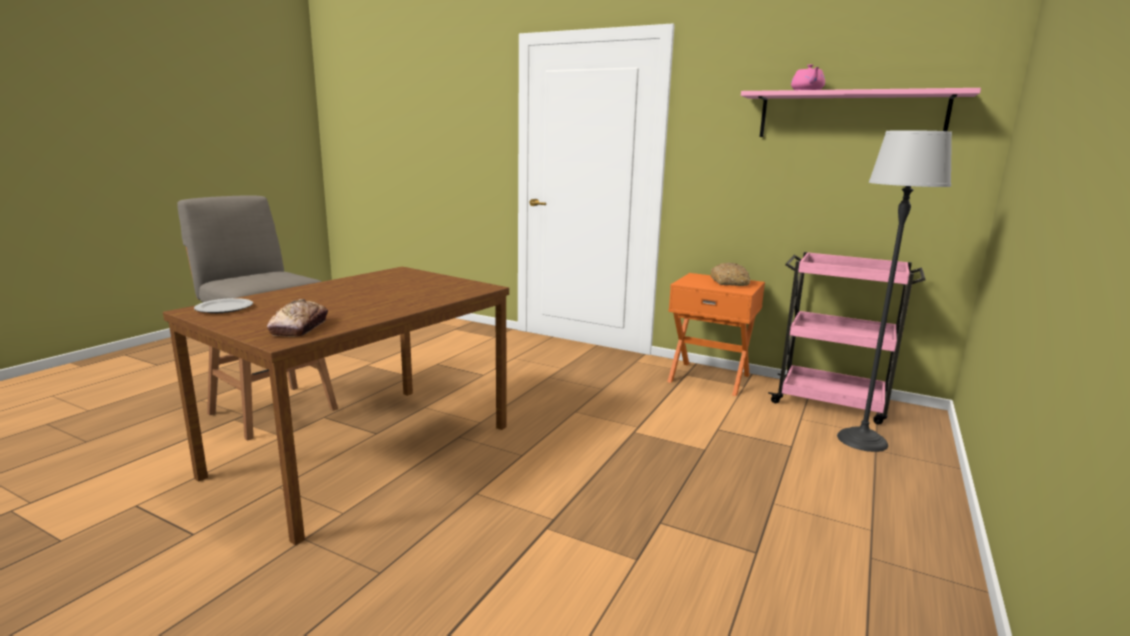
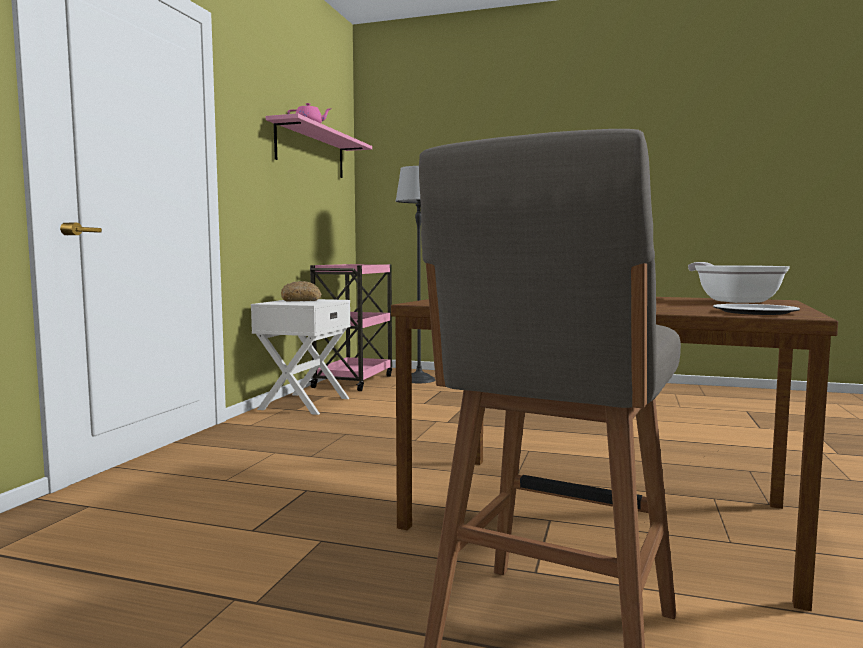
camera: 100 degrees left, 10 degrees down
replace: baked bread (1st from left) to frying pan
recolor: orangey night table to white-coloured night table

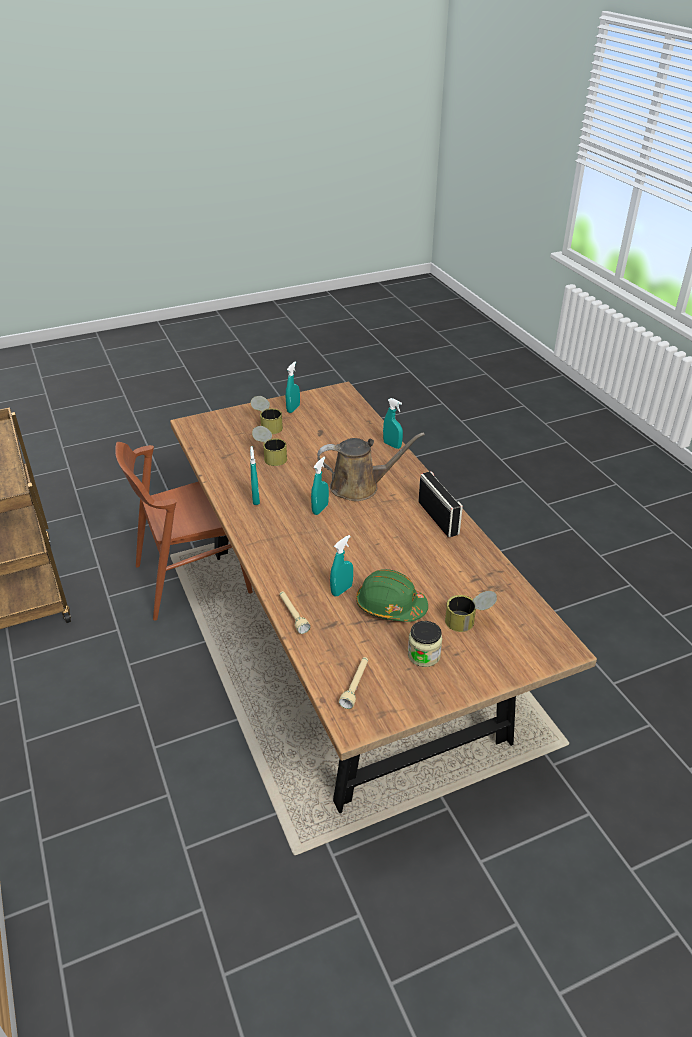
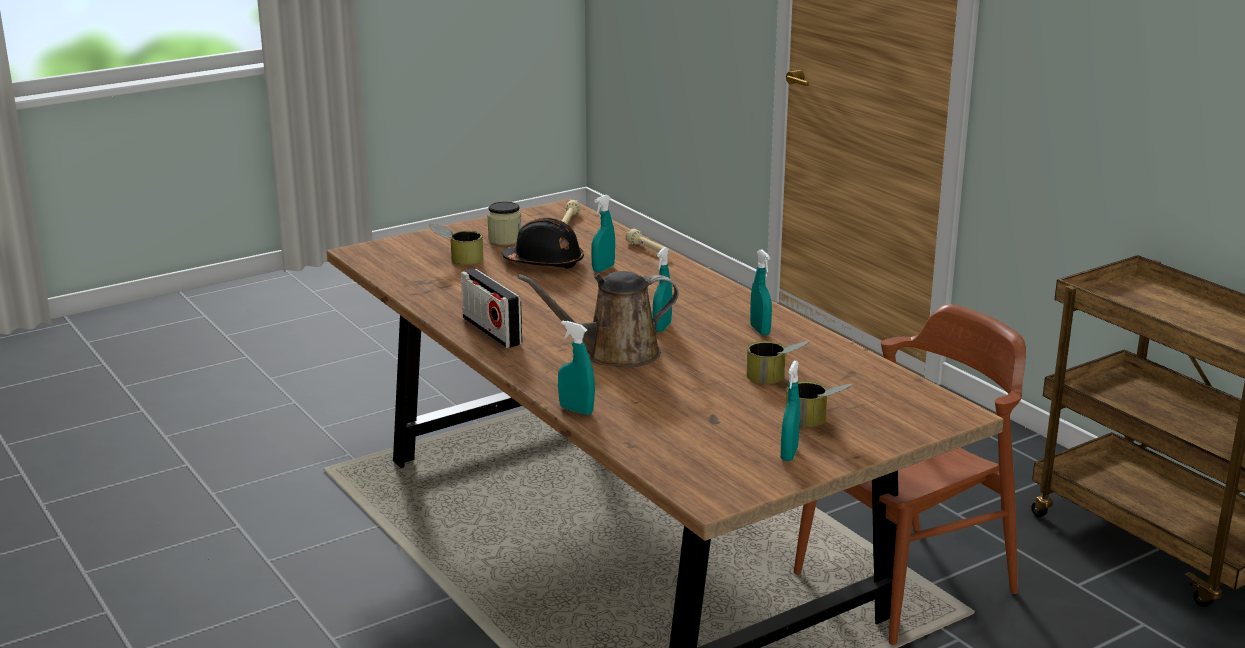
camera: 170 degrees right, 15 degrees down
recolor: greenish work helmet to black work helmet

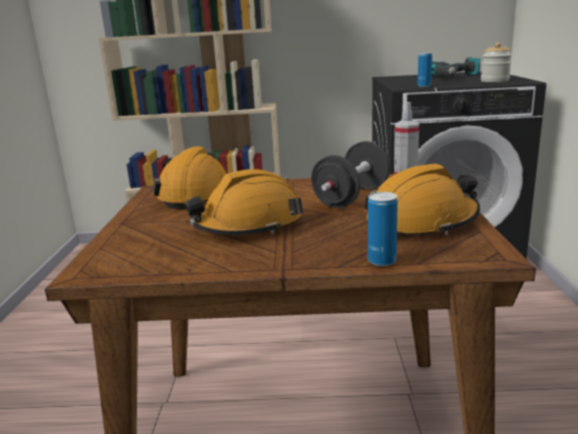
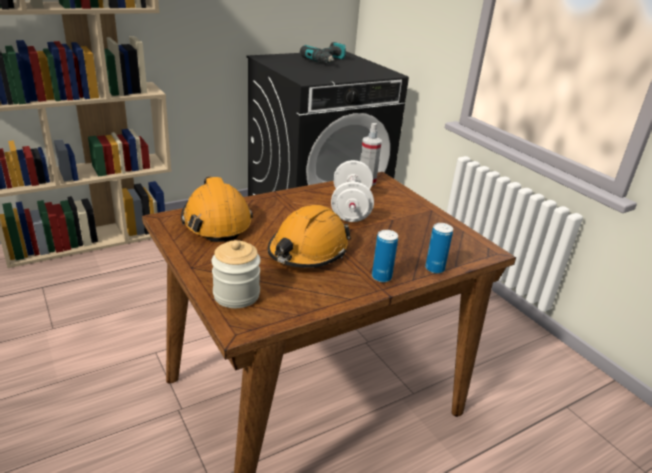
camera: 35 degrees left, 10 degrees up
delete: orangey work helmet (3rd from left)
move: sealed can (2nd from left in the first image) to sealed can (1st from left); jar
recolor: black dumbbell to white-coloured dumbbell

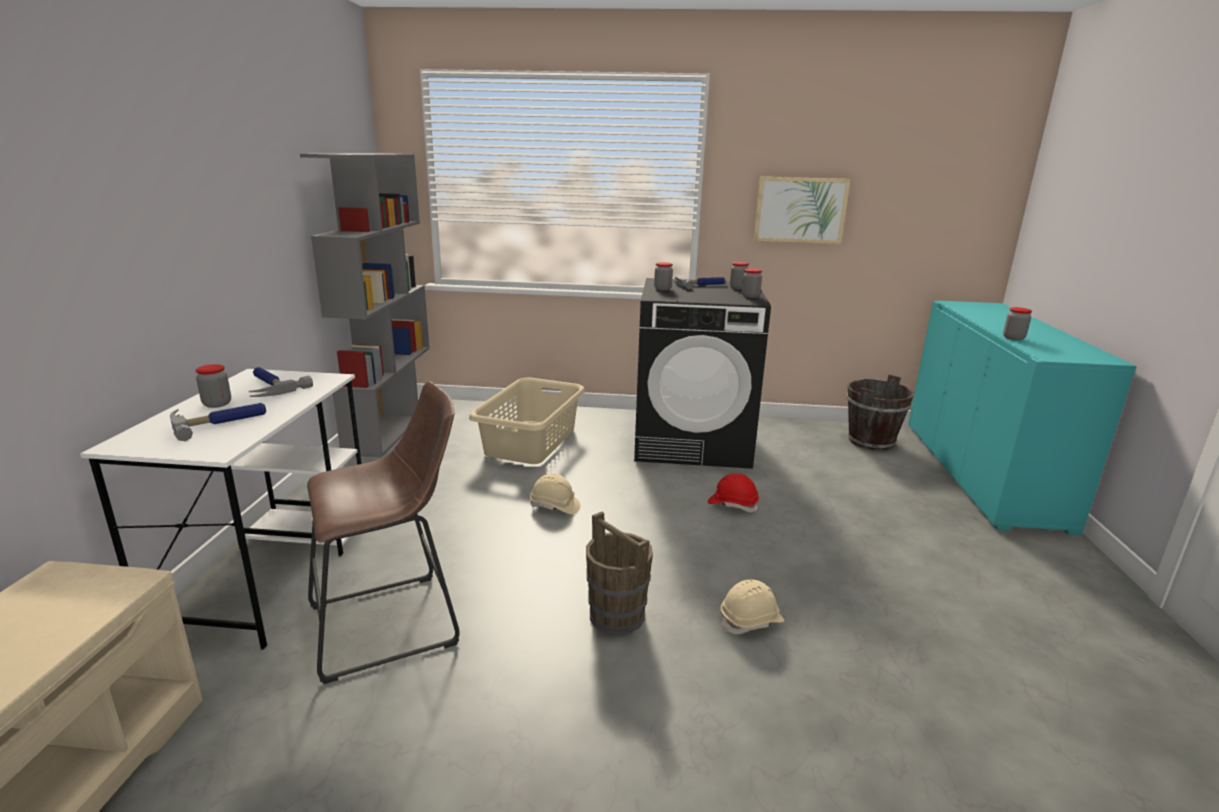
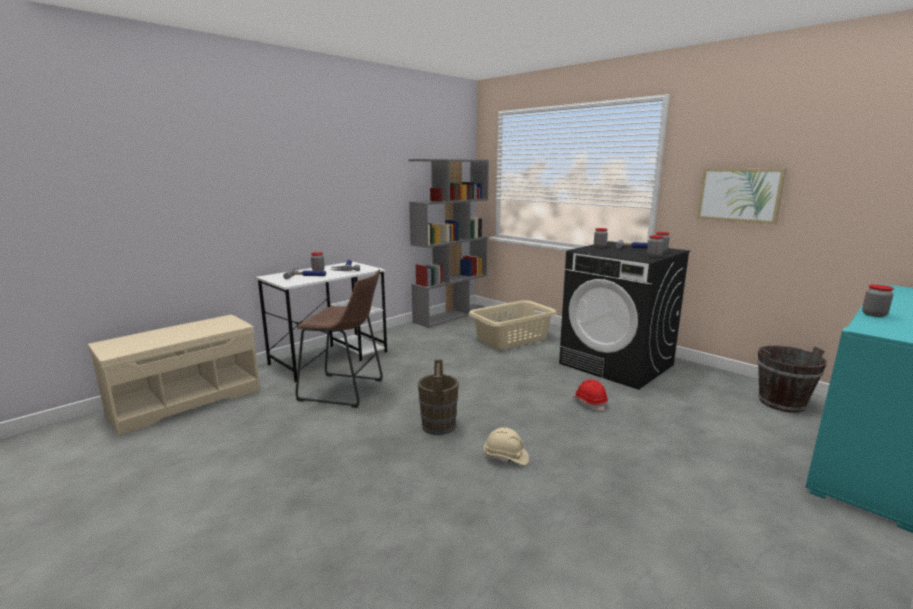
camera: 40 degrees right, 5 degrees down
delete: beige work helmet (1st from left)

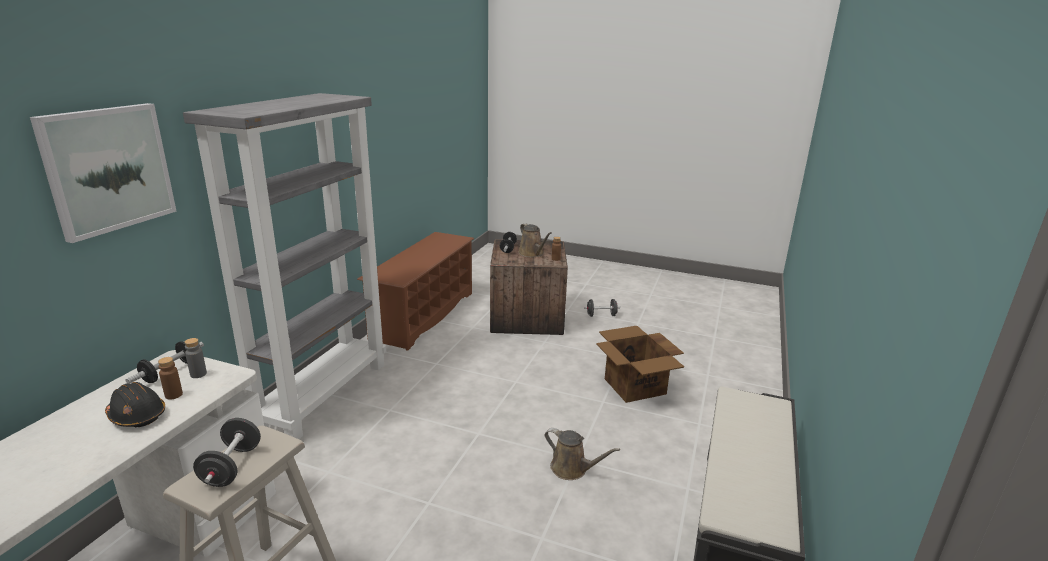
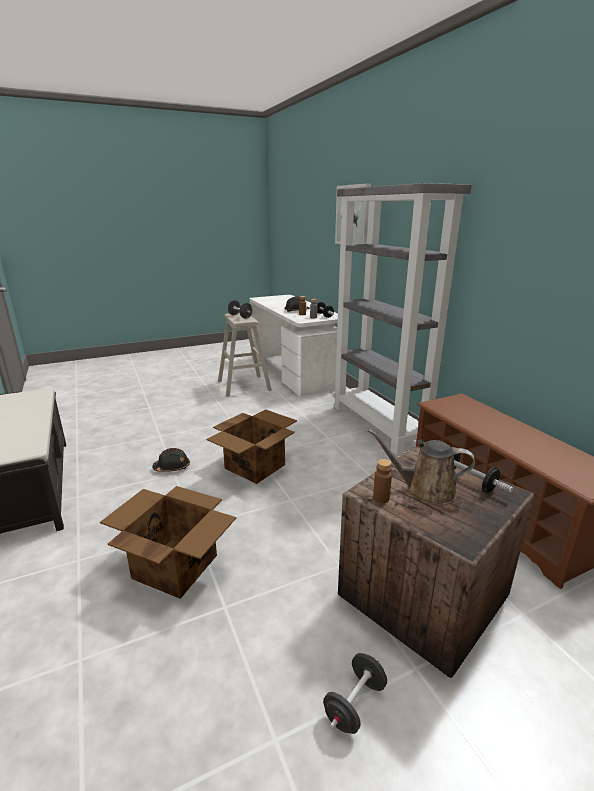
camera: 135 degrees right, 0 degrees up
insert: packing box (2nd from left)
replace: brown-coloured watering pot (2nd from left) to black work helmet (1st from left)

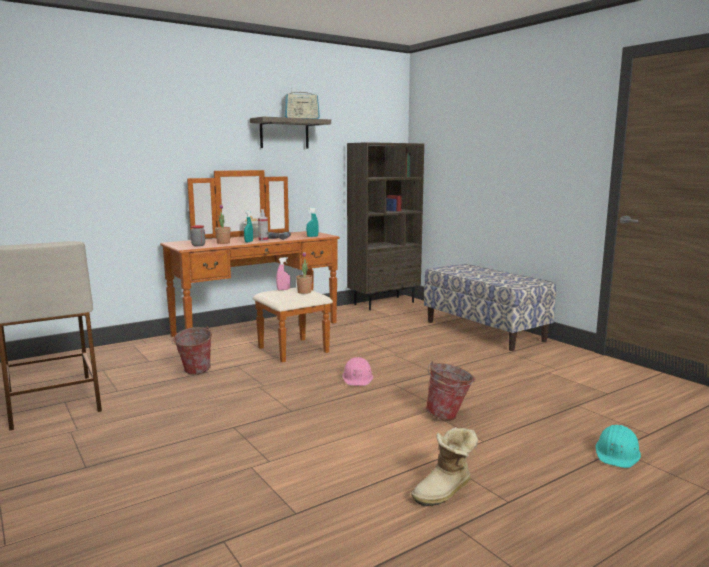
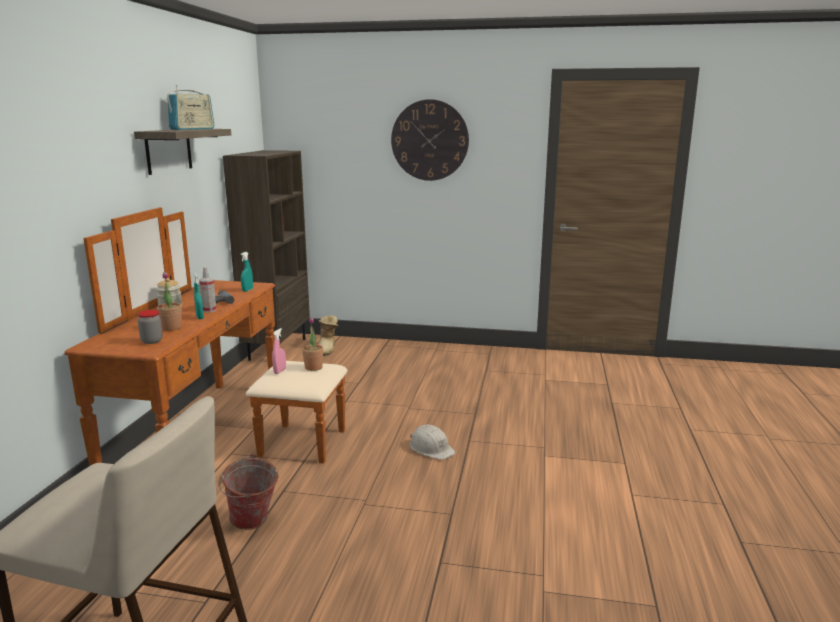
camera: 45 degrees left, 5 degrees up
delete: indoor bench; pail (2nd from left); turquoise work helmet
insert: hanging clock
move: boot
recolor: pink-coloured work helmet to white-coloured work helmet

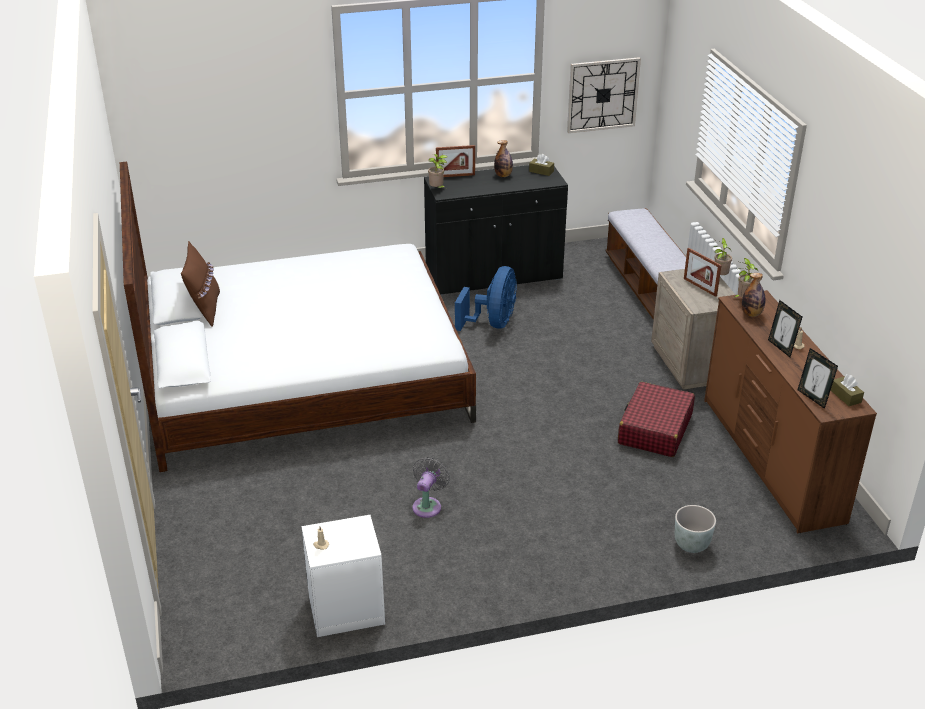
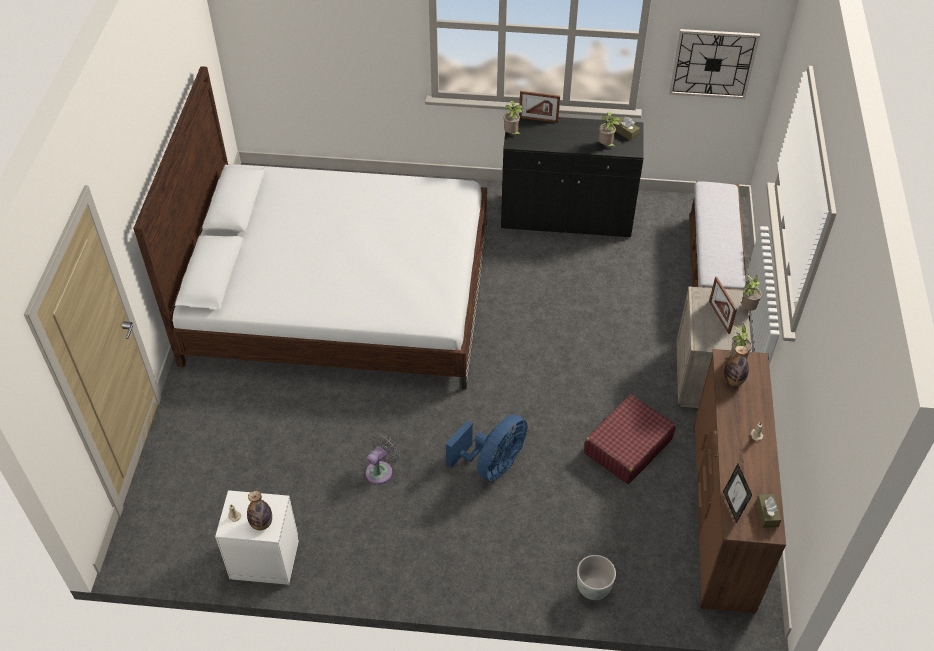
camera: 20 degrees right, 15 degrees up
delete: brown-coloured pillow; photo frame (3rd from left)
insert: houseplant (2nd from left)
move: bluish fan; bottle (1st from left)

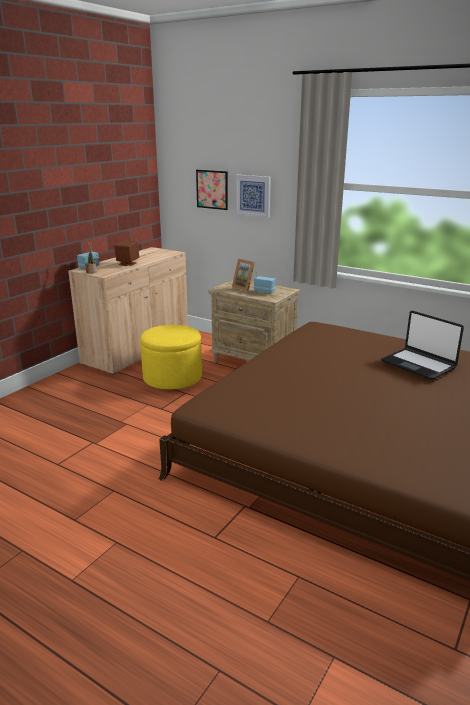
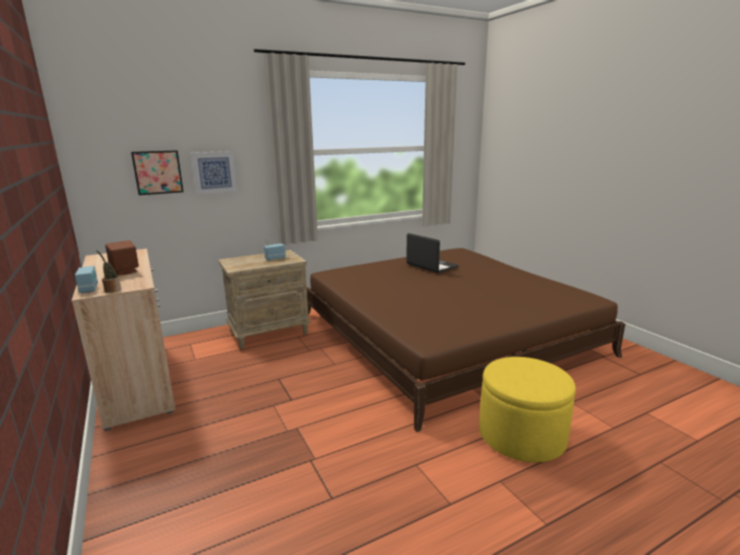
camera: 60 degrees left, 5 degrees down
delete: photo frame
move: yellow-coloured ottoman
rotate: portable computer 120 degrees counterclockwise

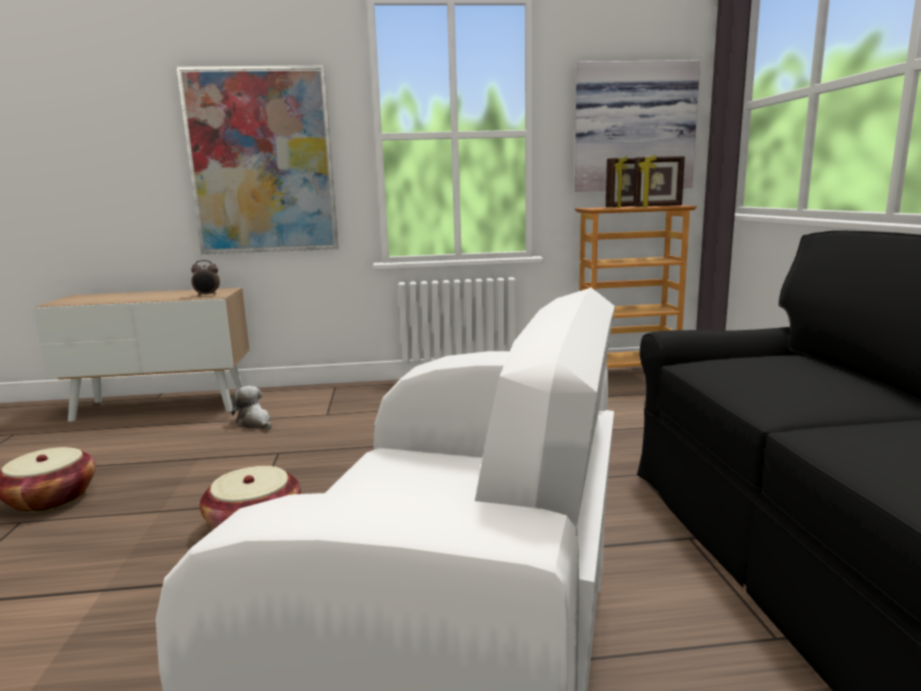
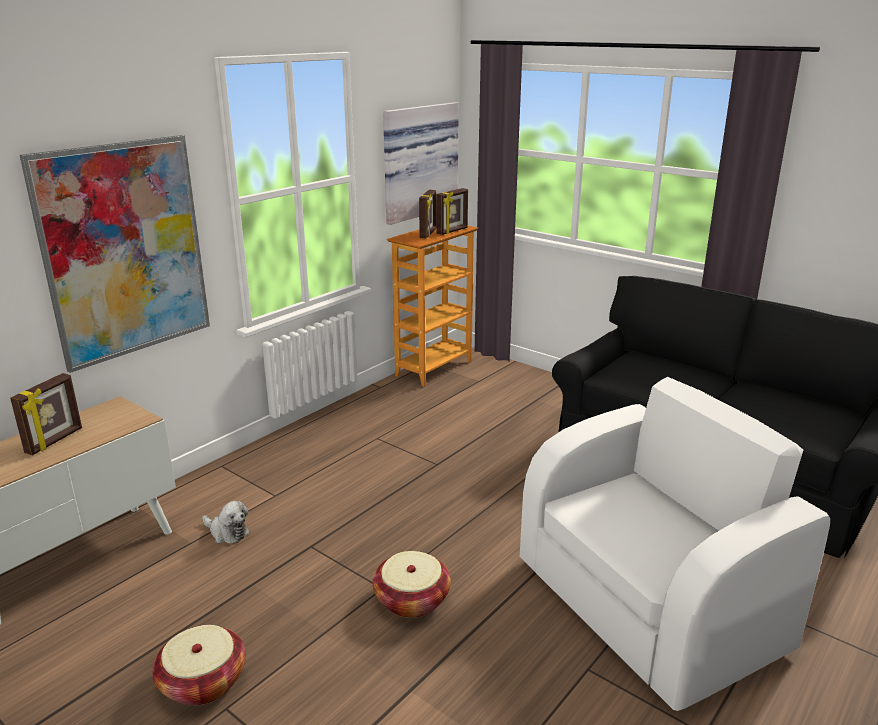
camera: 45 degrees left, 10 degrees up
delete: table clock
insert: photo frame (1st from left)
rotate: cuddly toy 150 degrees counterclockwise

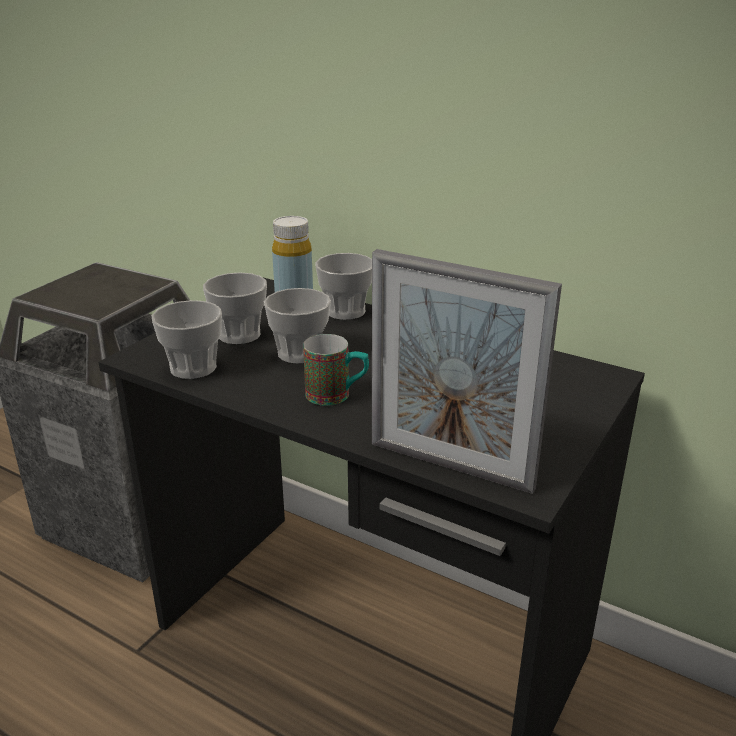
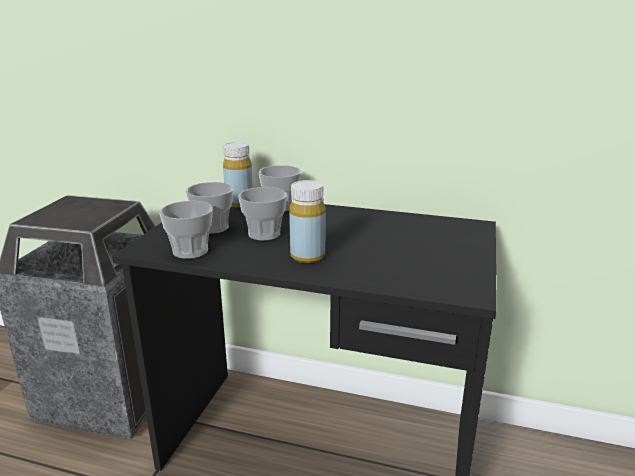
camera: 15 degrees left, 5 degrees down
delete: photo frame
replace: tea mug to yellow-coloured bottle (2nd from left)

